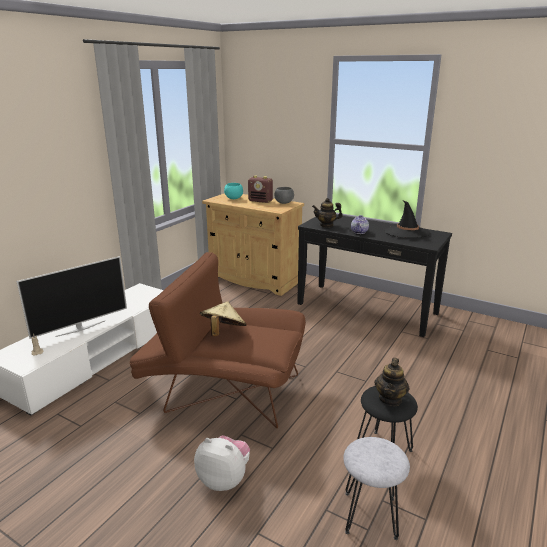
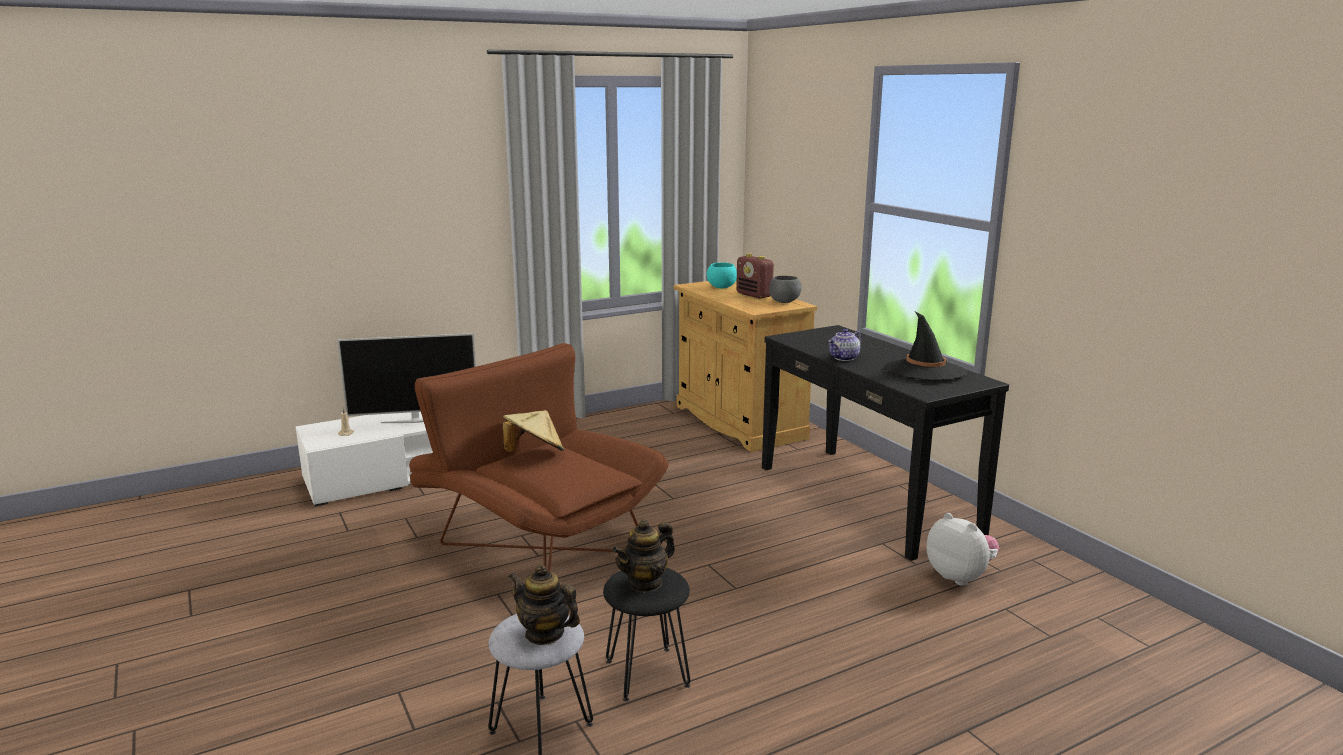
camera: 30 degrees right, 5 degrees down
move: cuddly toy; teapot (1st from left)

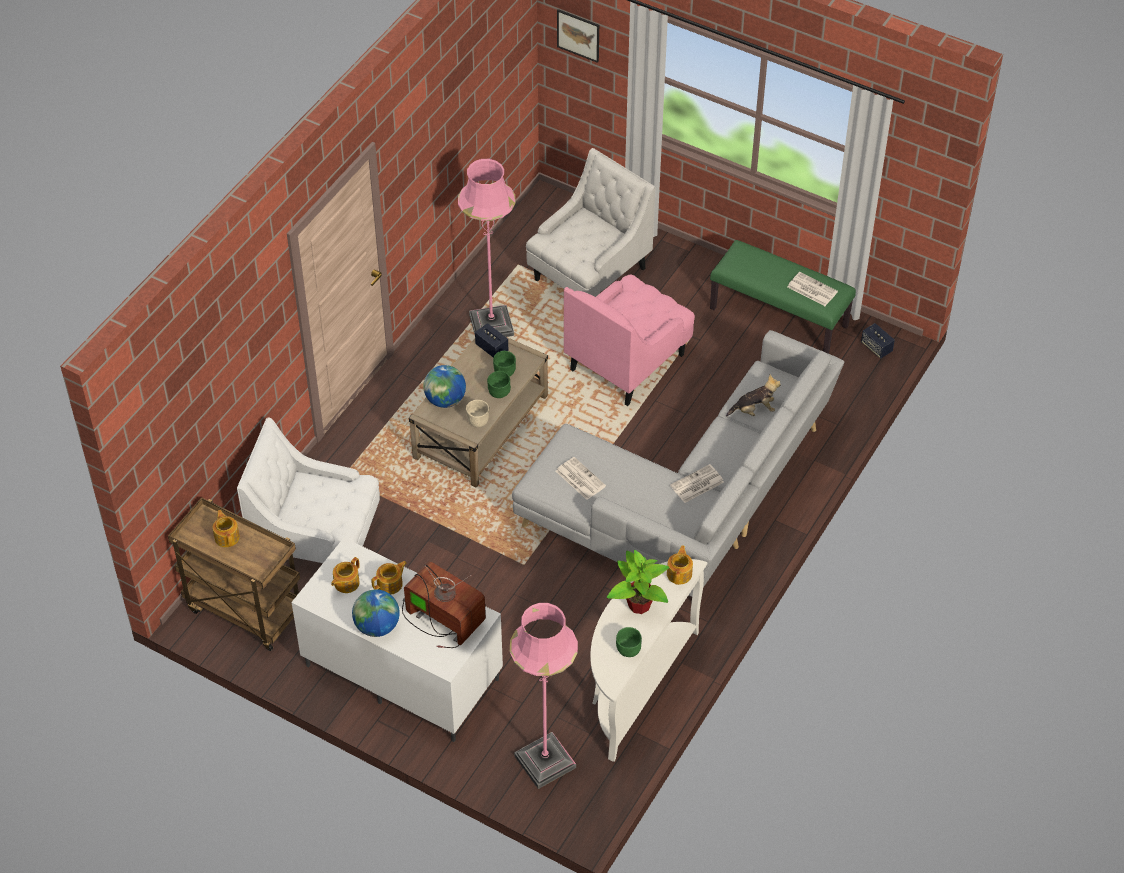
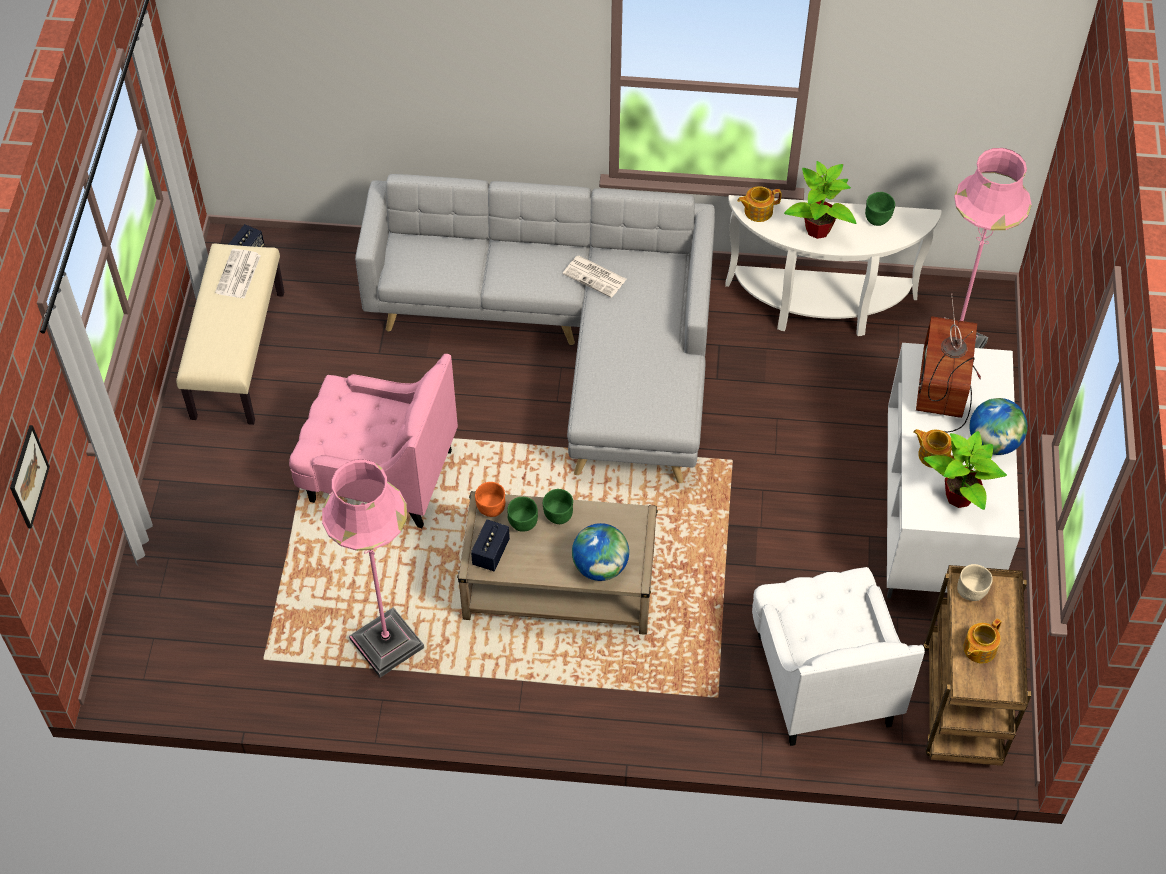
camera: 115 degrees left, 5 degrees up
delete: white-coloured easy chair (2nd from left); printed paper (1st from left); cuddly toy
insert: orangey serving bowl
move: beige serving bowl
replace: teapot (2nd from left) to houseplant (2nd from left)
recolor: greenish indoor bench to beige indoor bench

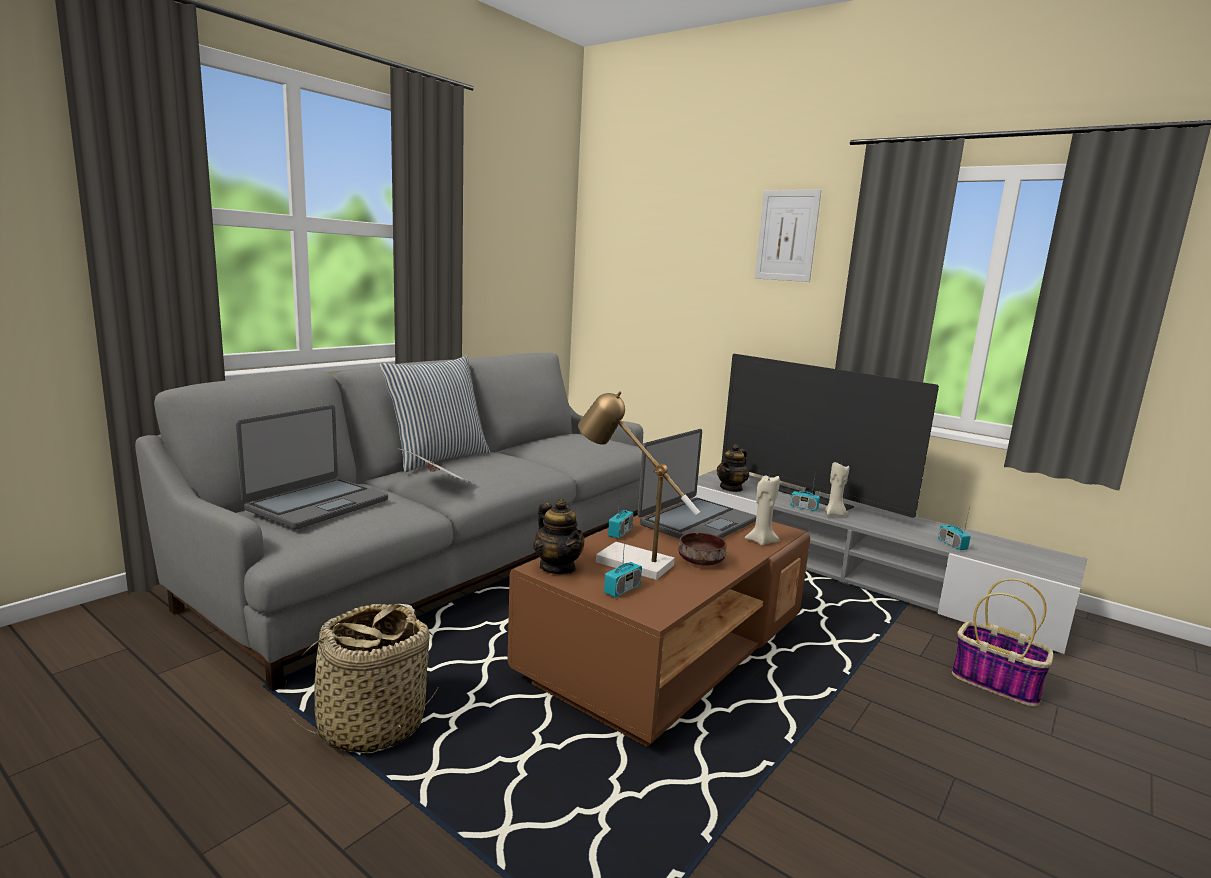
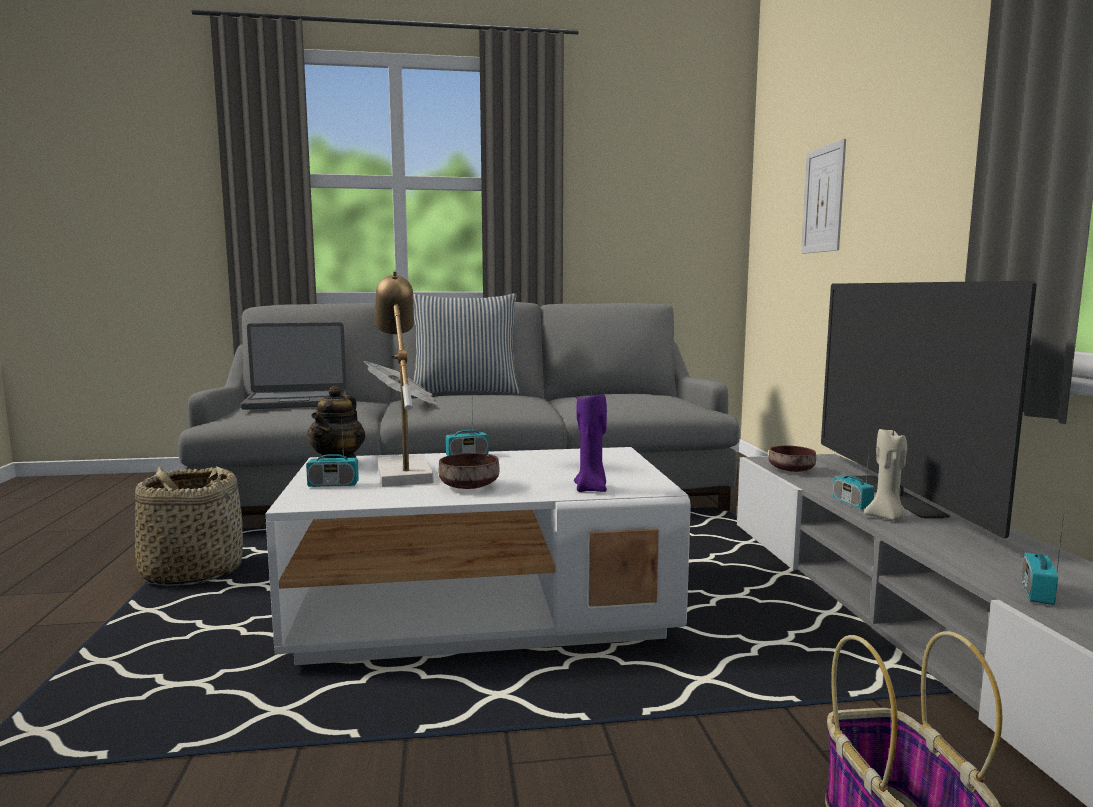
camera: 45 degrees right, 5 degrees down
delete: portable computer (2nd from left)
move: wall art
replace: teapot (2nd from left) to brown-coloured serving bowl (2nd from left)
recolor: brown-coloured low table to white-coloured low table; beige wax light (1st from left) to purple wax light

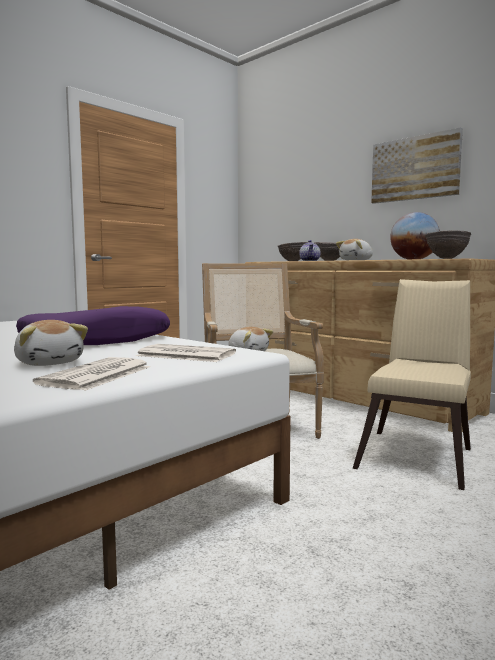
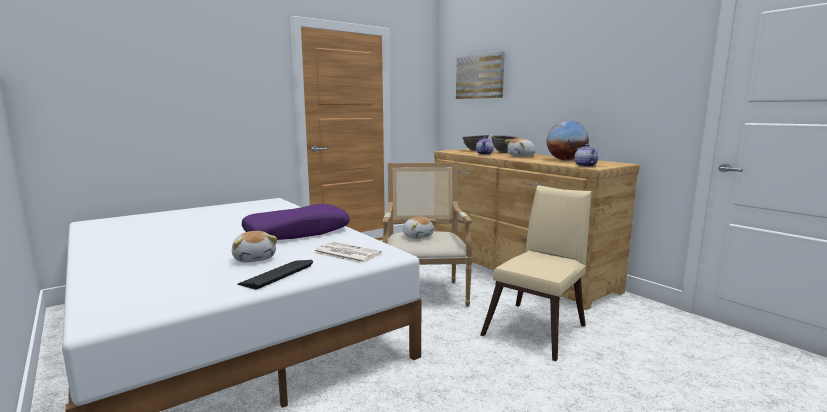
camera: 10 degrees right, 5 degrees up
move: wall art
replace: printed paper (1st from left) to PC keyboard; brown-coloured serving bowl (3rd from left) to teapot (2nd from left)

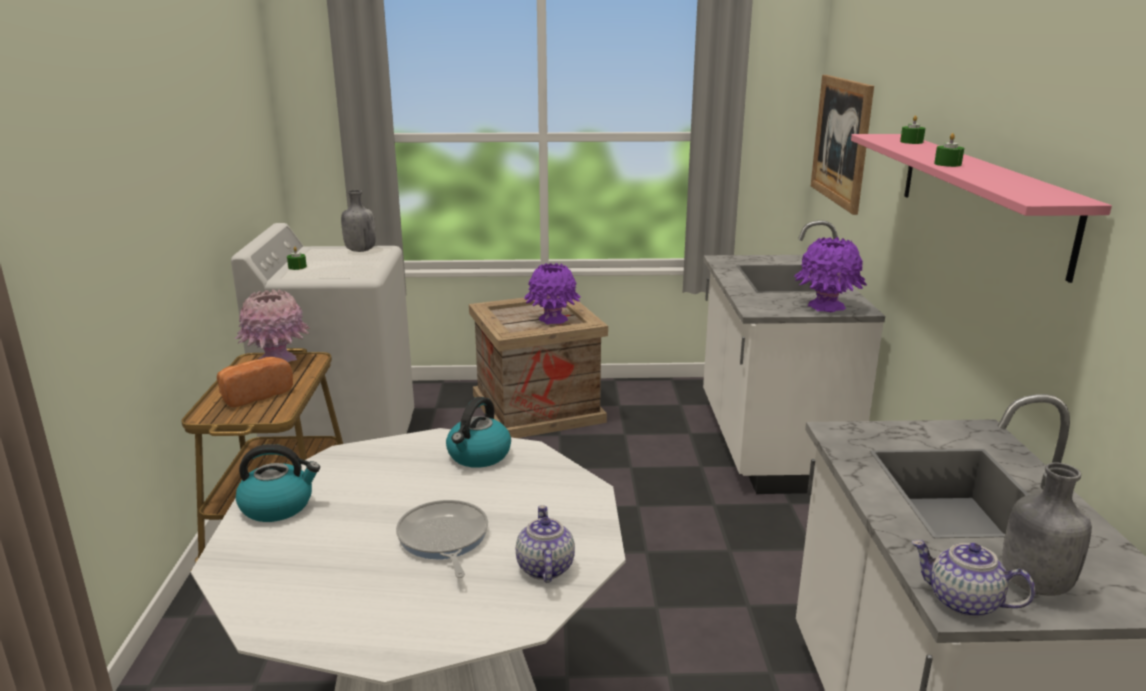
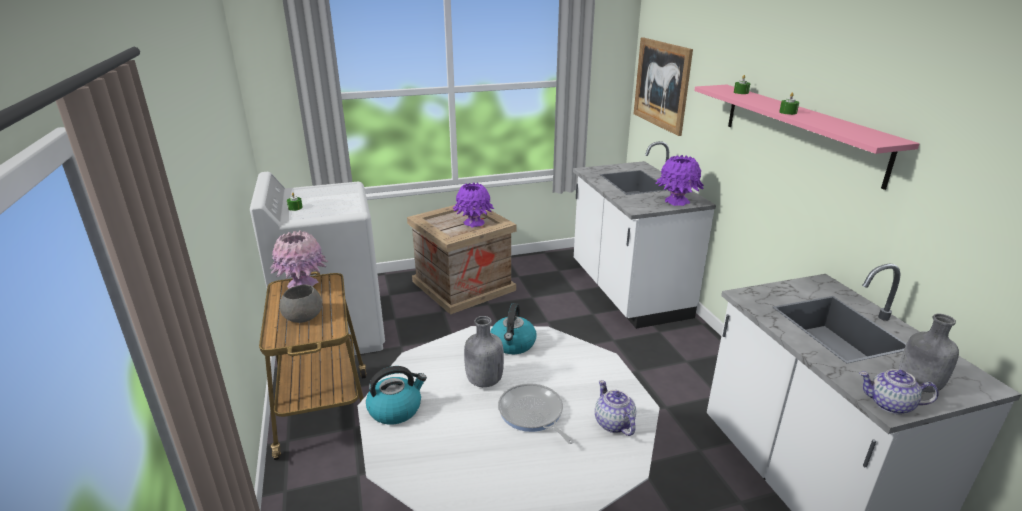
camera: 15 degrees left, 5 degrees up
move: greyish bottle (1st from left)
replace: baked bread to greyish serving bowl

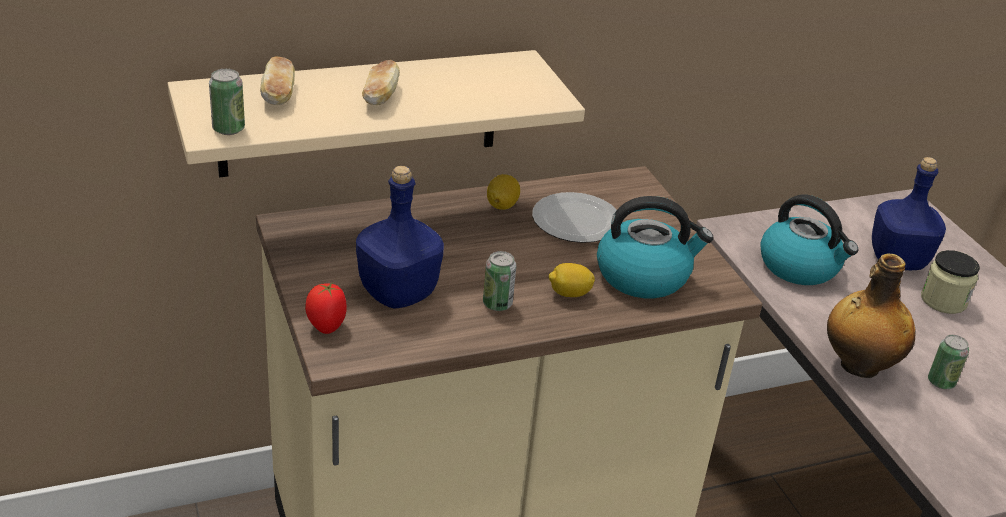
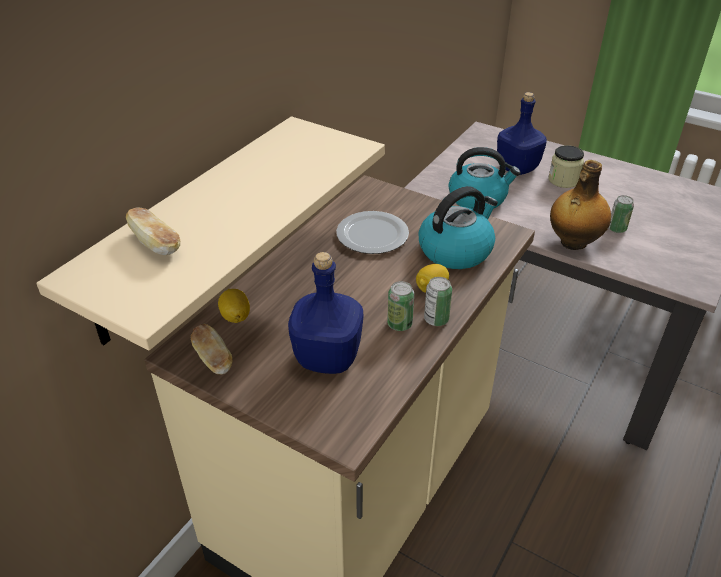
camera: 35 degrees left, 5 degrees up
delete: fresh tomato
move: sealed can (1st from left in the first image) to sealed can (2nd from left); baked bread (2nd from left); lemon (1st from left)

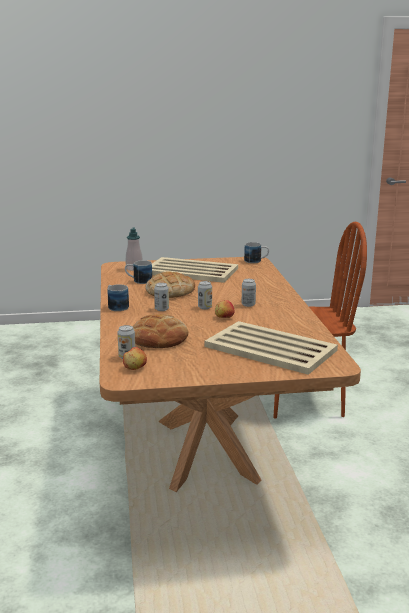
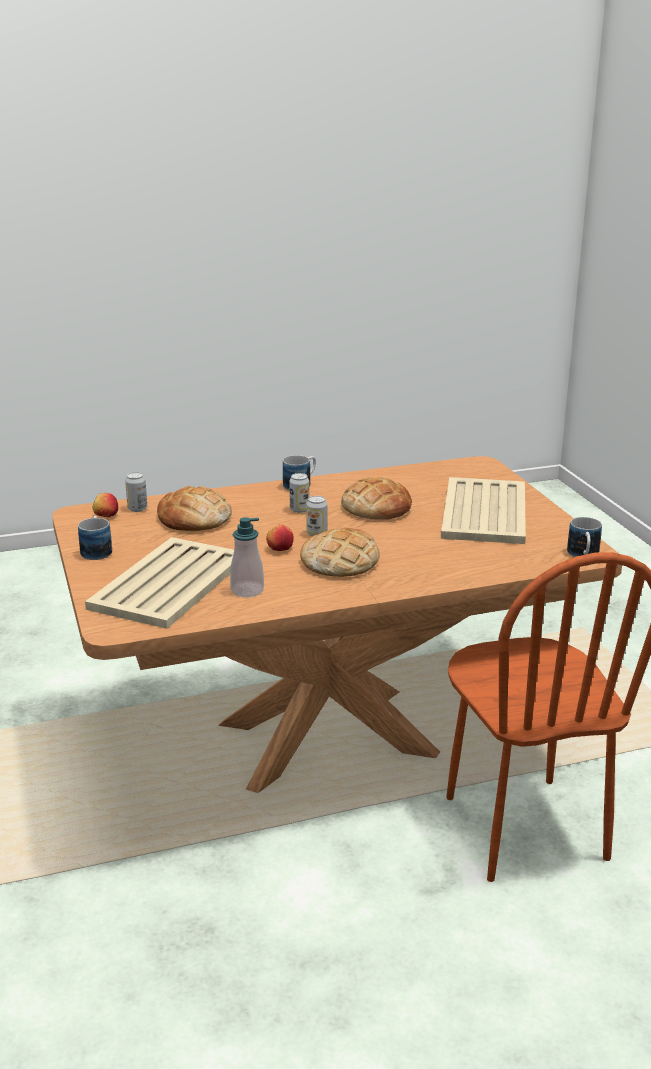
camera: 80 degrees right, 5 degrees up
move: tea mug (2nd from left in the first image) to tea mug (1st from left); liquid soap bottle
replace: sealed can (4th from left) to baked bread (2nd from left)

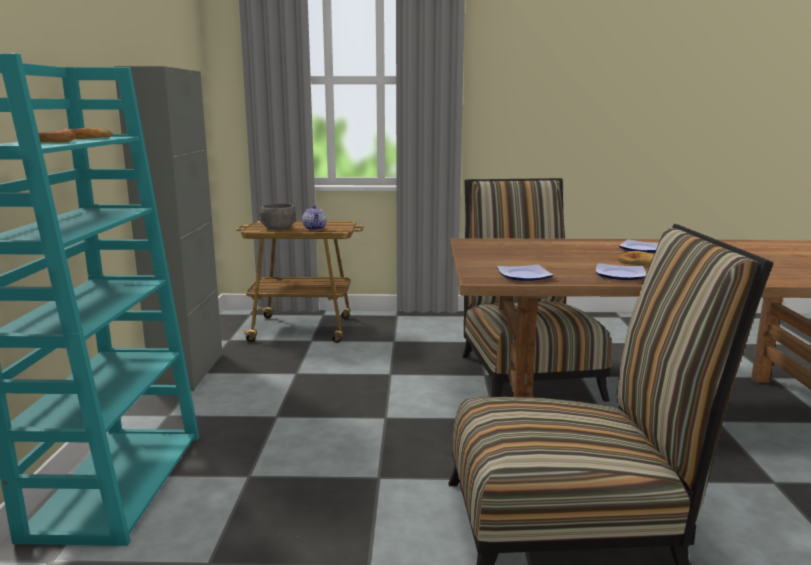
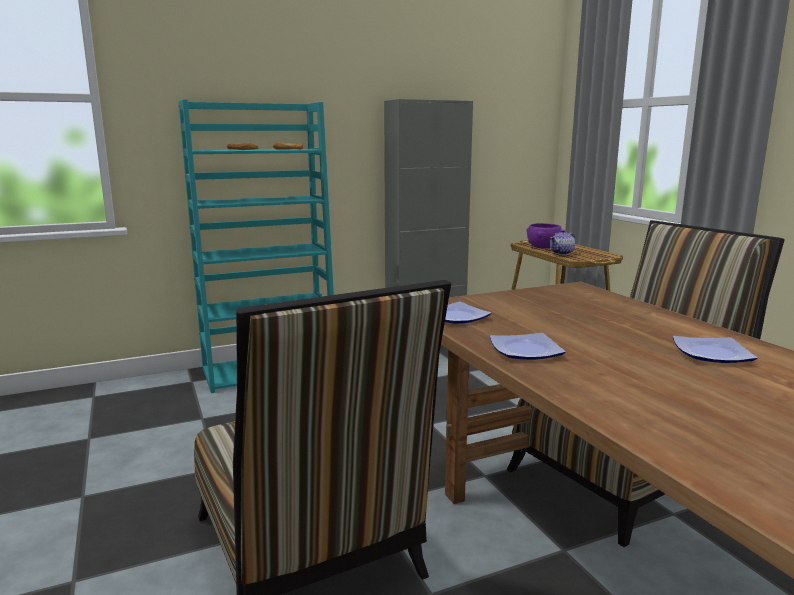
camera: 65 degrees right, 0 degrees up
delete: baked bread (3rd from left)
recolor: greyish serving bowl to purple serving bowl

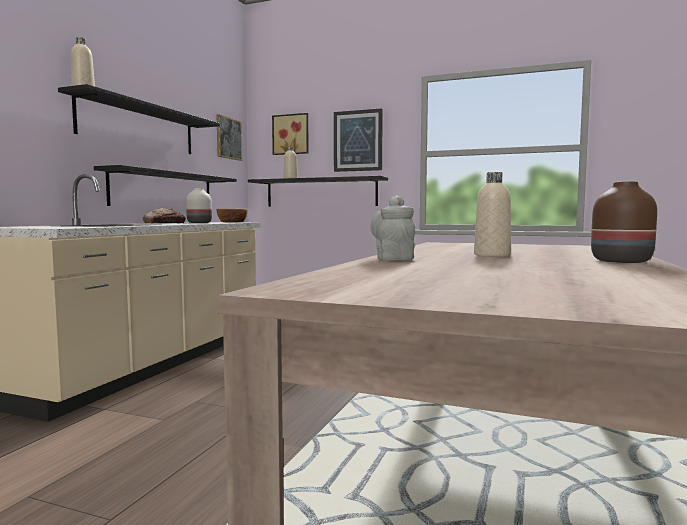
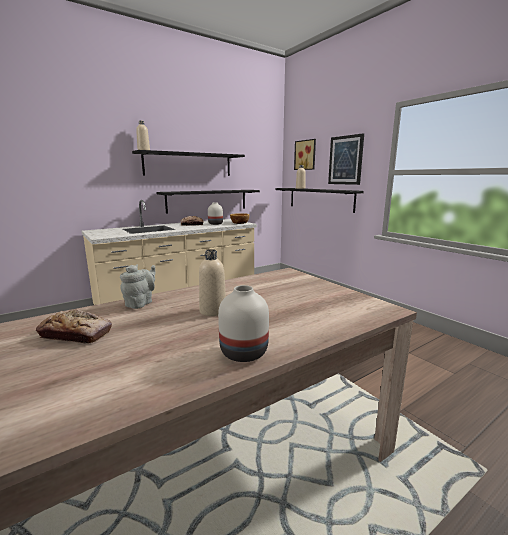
camera: 35 degrees right, 10 degrees up
delete: wall art (1st from left)
insert: baked bread (1st from left)
recolor: brown-coloured decorative vase to white-coloured decorative vase (2nd from left)

